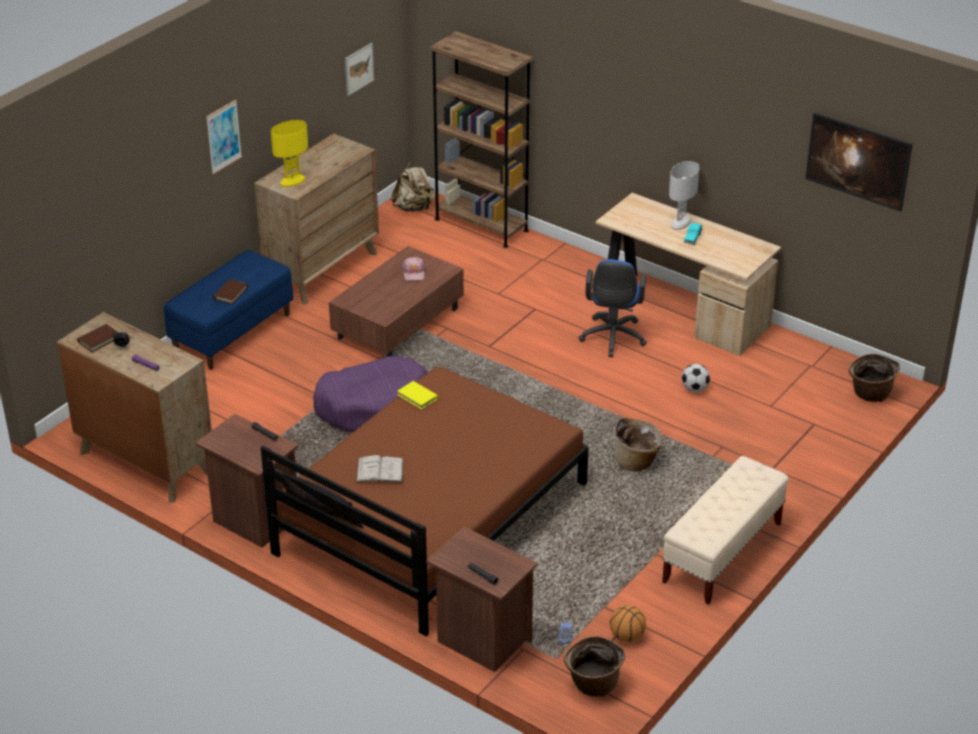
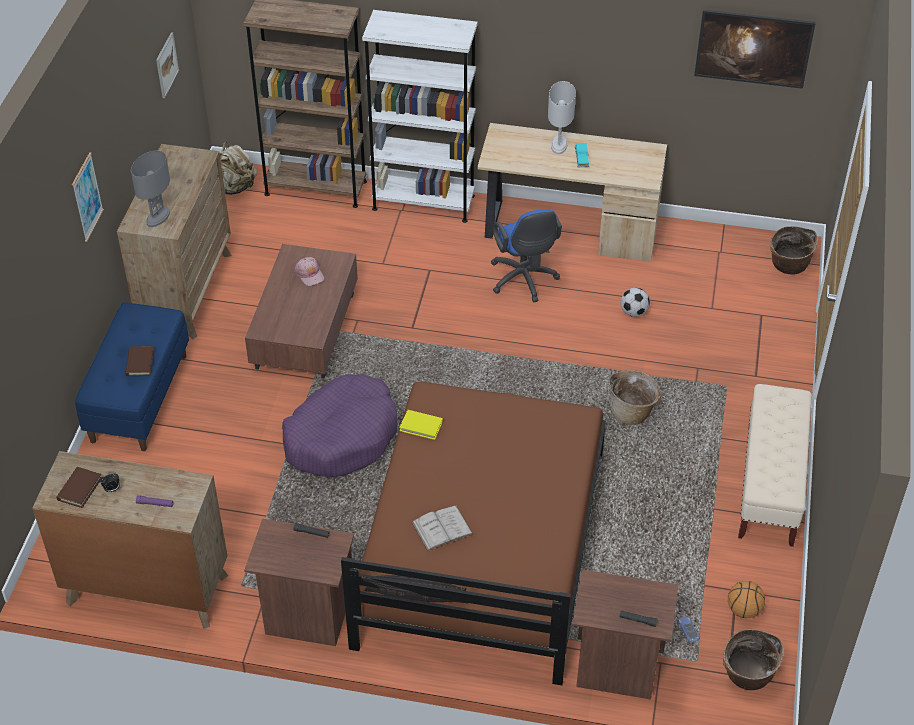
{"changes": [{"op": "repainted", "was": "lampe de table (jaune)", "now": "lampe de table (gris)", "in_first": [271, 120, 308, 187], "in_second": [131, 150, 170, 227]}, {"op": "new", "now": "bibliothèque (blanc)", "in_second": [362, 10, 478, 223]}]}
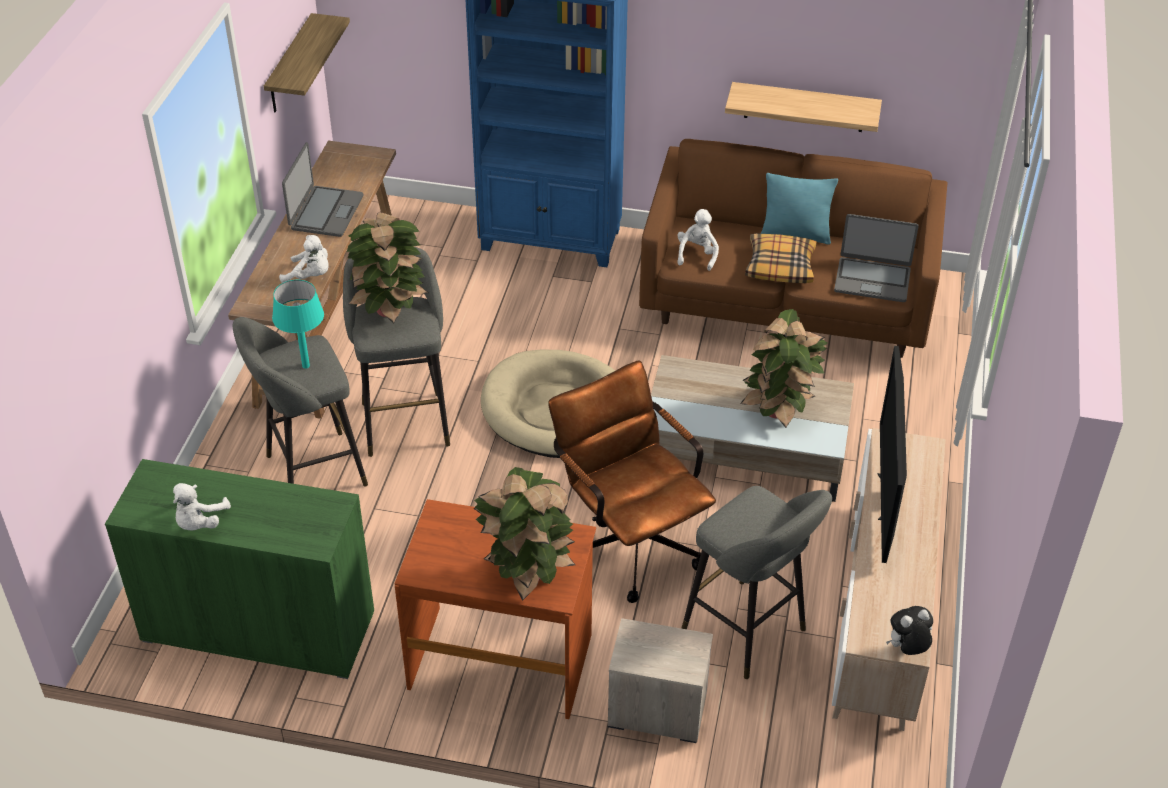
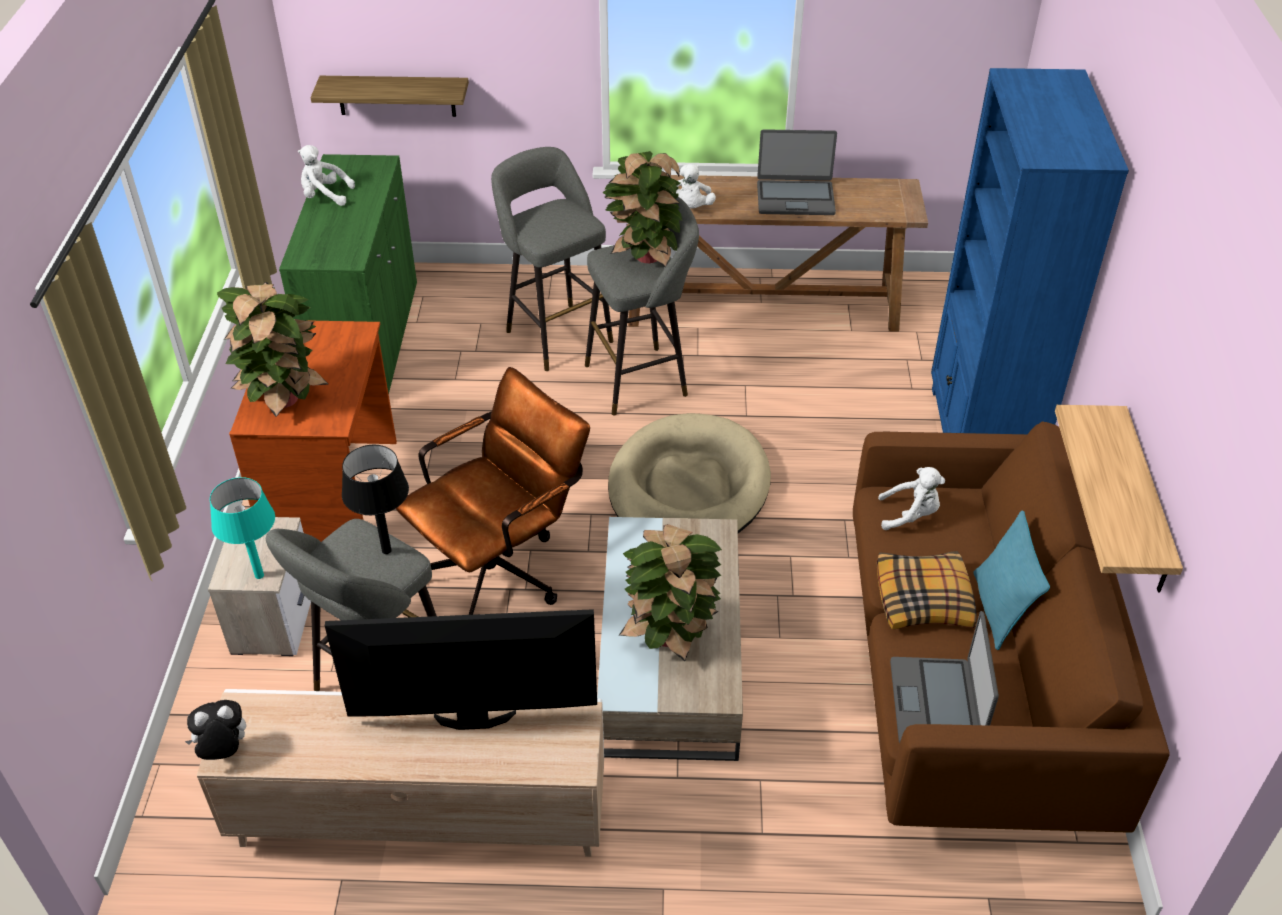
{"changes": [{"op": "shifted", "was": "étagère", "in_first": [264, 13, 350, 112], "in_second": [310, 76, 469, 117]}, {"op": "shifted", "was": "lampe de table (turquoise)", "in_first": [272, 280, 324, 369], "in_second": [210, 477, 275, 579]}, {"op": "rotated", "was": "peluche", "in_first": [886, 606, 933, 655], "in_second": [185, 700, 246, 760], "clockwise": -75}, {"op": "new", "now": "lampe de table (noir)", "in_second": [342, 445, 409, 554]}]}
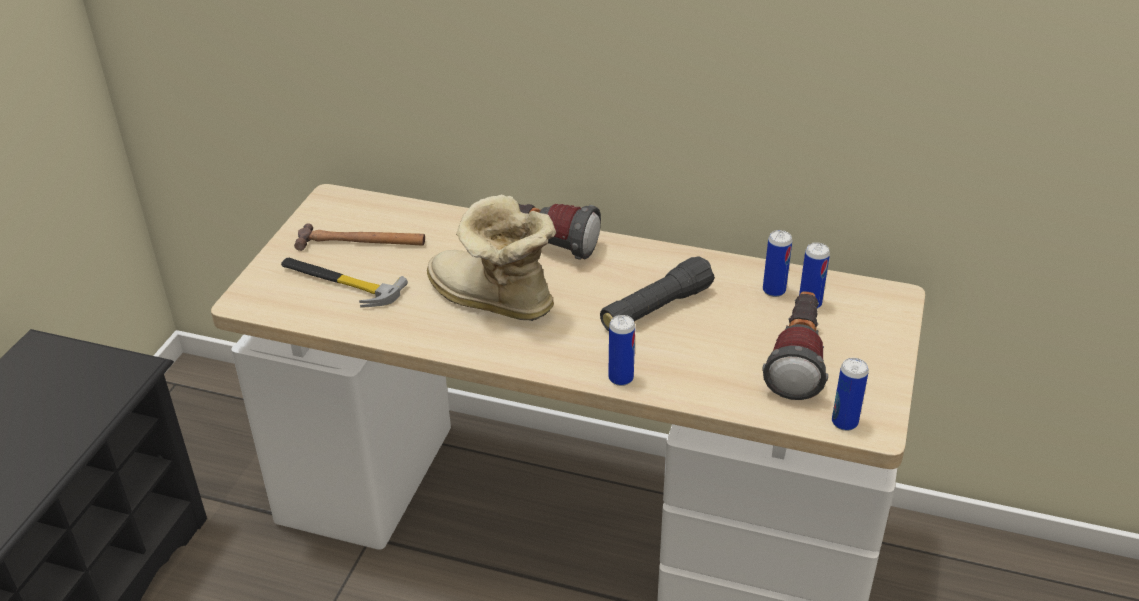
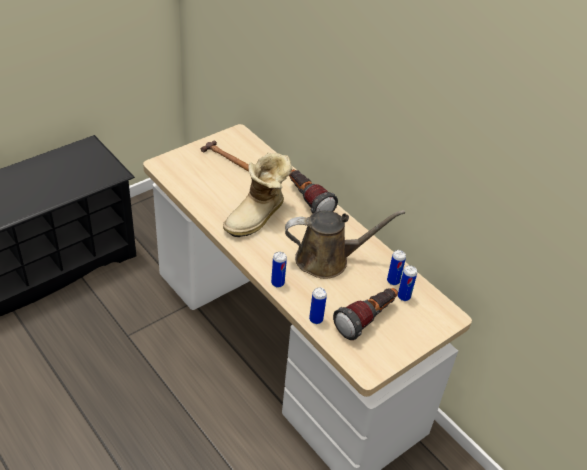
{"changes": [{"op": "rotated", "was": "botte", "in_first": [427, 195, 556, 321], "in_second": [223, 153, 292, 237], "clockwise": -120}, {"op": "swapped", "was": "lampe de poche (noir)", "now": "arrosoir (marron)", "in_first": [600, 256, 715, 331], "in_second": [285, 210, 405, 279]}, {"op": "gone", "was": "marteau", "in_first": [281, 258, 408, 308]}, {"op": "shifted", "was": "boîte métallique", "in_first": [832, 358, 869, 431], "in_second": [309, 288, 327, 324]}]}
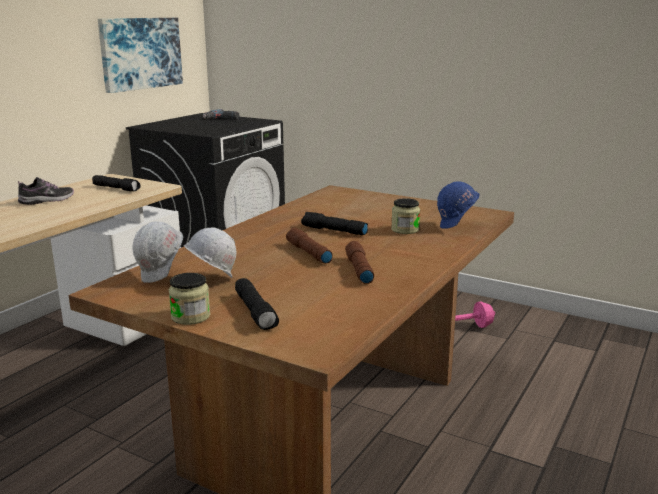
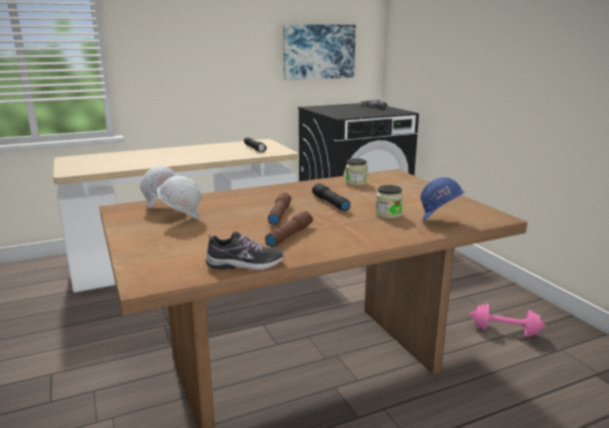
{"changes": [{"op": "shifted", "was": "chaussure", "in_first": [18, 177, 74, 205], "in_second": [206, 231, 284, 270]}, {"op": "shifted", "was": "bocal", "in_first": [169, 273, 210, 325], "in_second": [345, 158, 368, 186]}, {"op": "gone", "was": "lampe de poche (noir)", "in_first": [235, 278, 279, 330]}]}
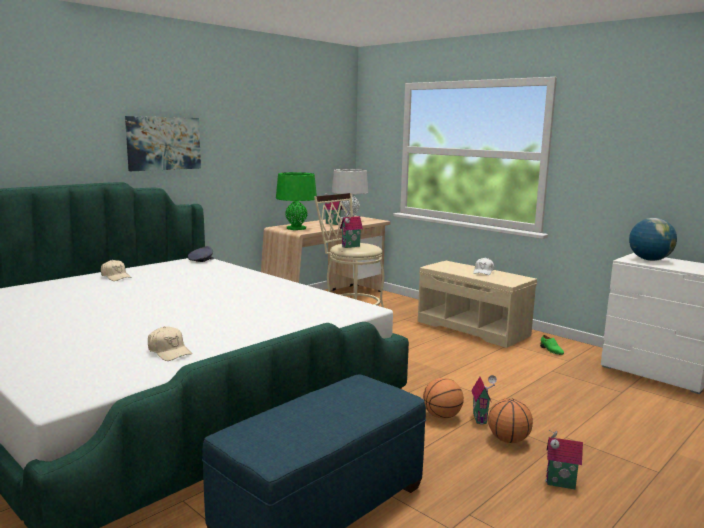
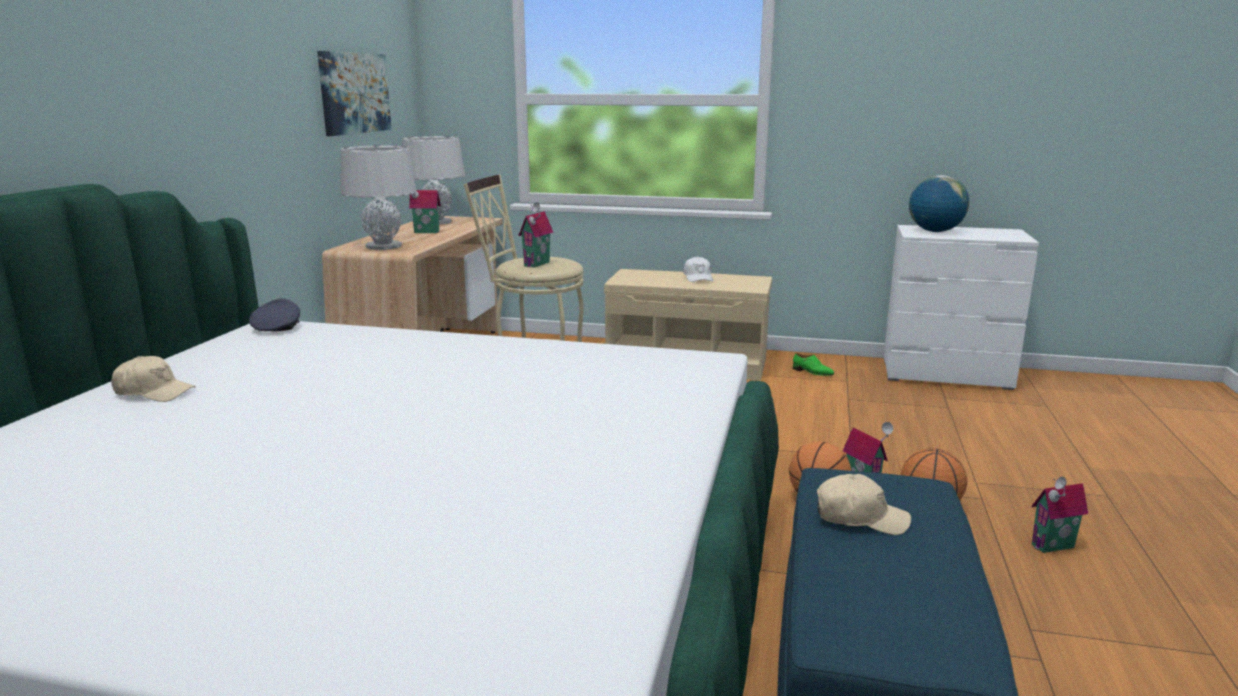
{"changes": [{"op": "shifted", "was": "tableau", "in_first": [125, 116, 201, 171], "in_second": [317, 51, 392, 136]}, {"op": "repainted", "was": "lampe de table (vert)", "now": "lampe de table (gris)", "in_first": [276, 172, 317, 230], "in_second": [340, 145, 416, 250]}, {"op": "shifted", "was": "casquette (beige)", "in_first": [148, 326, 192, 361], "in_second": [817, 474, 911, 535]}]}
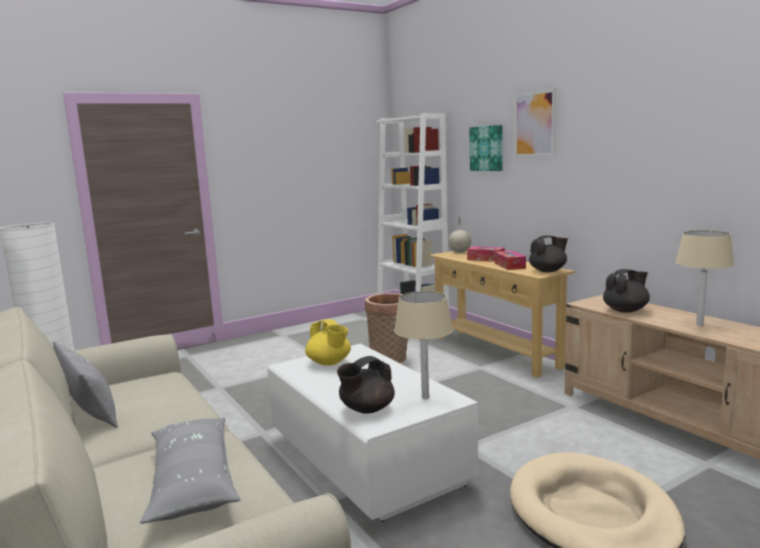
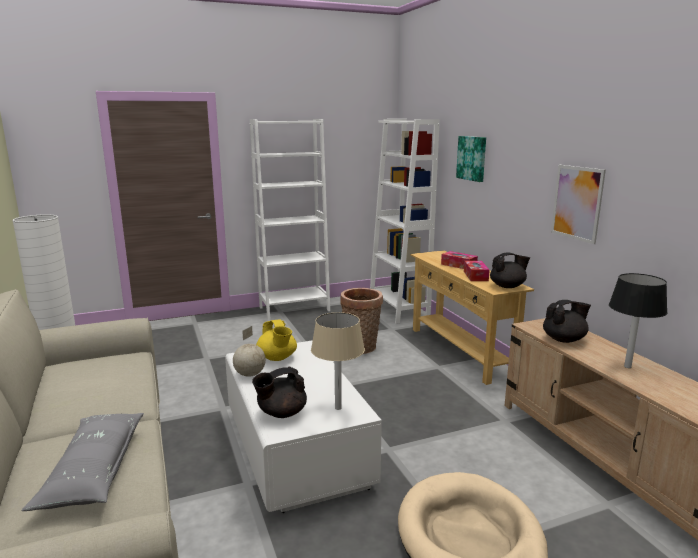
{"changes": [{"op": "shifted", "was": "tableau", "in_first": [514, 89, 556, 157], "in_second": [551, 165, 606, 244]}, {"op": "shifted", "was": "globe", "in_first": [448, 217, 471, 253], "in_second": [233, 326, 266, 377]}, {"op": "repainted", "was": "lampe de table (beige)", "now": "lampe de table (noir)", "in_first": [675, 230, 734, 326], "in_second": [609, 273, 668, 368]}, {"op": "gone", "was": "coussin (gris)", "in_first": [53, 341, 118, 428]}, {"op": "new", "now": "bibliothèque (blanc)", "in_second": [250, 119, 330, 320]}]}
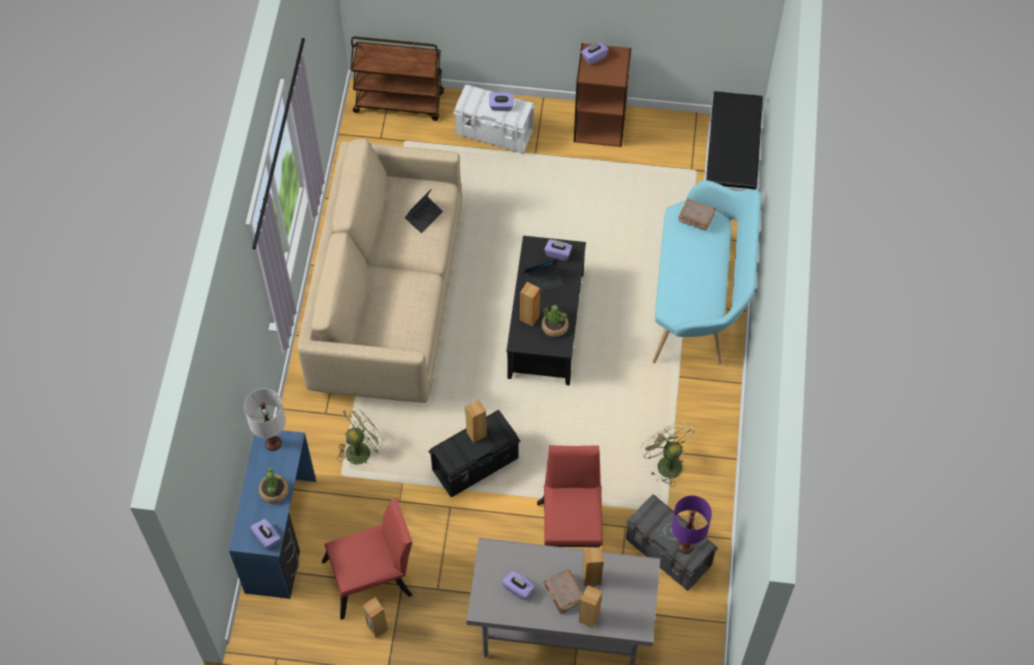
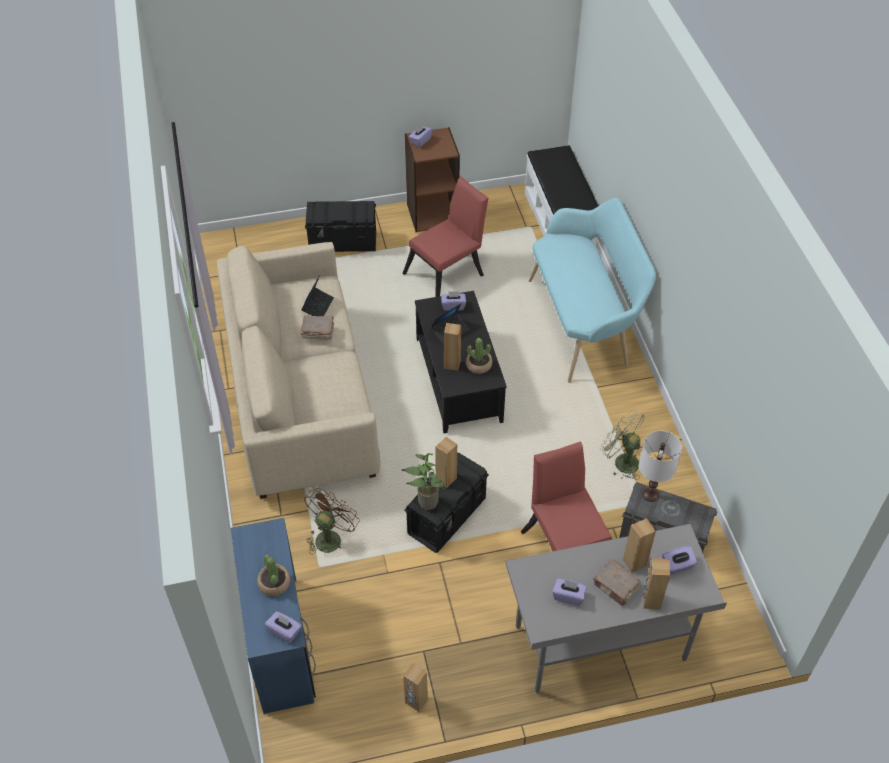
{"changes": [{"op": "gone", "was": "chariot (marron)", "in_first": [350, 36, 444, 121]}, {"op": "repainted", "was": "boîte de rangement (blanc)", "now": "boîte de rangement (noir)", "in_first": [453, 84, 535, 153], "in_second": [305, 201, 376, 252]}, {"op": "shifted", "was": "boîte à mouchoirs (violet)", "in_first": [490, 92, 514, 111], "in_second": [663, 546, 698, 574]}, {"op": "shifted", "was": "livre (marron)", "in_first": [678, 199, 716, 230], "in_second": [300, 316, 334, 340]}, {"op": "shifted", "was": "lampe de table (blanc)", "in_first": [244, 389, 286, 451], "in_second": [639, 431, 682, 502]}, {"op": "repainted", "was": "ventilateur (vert)", "now": "ventilateur (marron)", "in_first": [337, 404, 387, 464], "in_second": [304, 488, 359, 555]}, {"op": "gone", "was": "lampe de table (violet)", "in_first": [671, 495, 712, 554]}, {"op": "shifted", "was": "chaise (rouge)", "in_first": [322, 497, 413, 620], "in_second": [402, 176, 488, 297]}, {"op": "new", "now": "plante en pot", "in_second": [402, 453, 445, 510]}]}
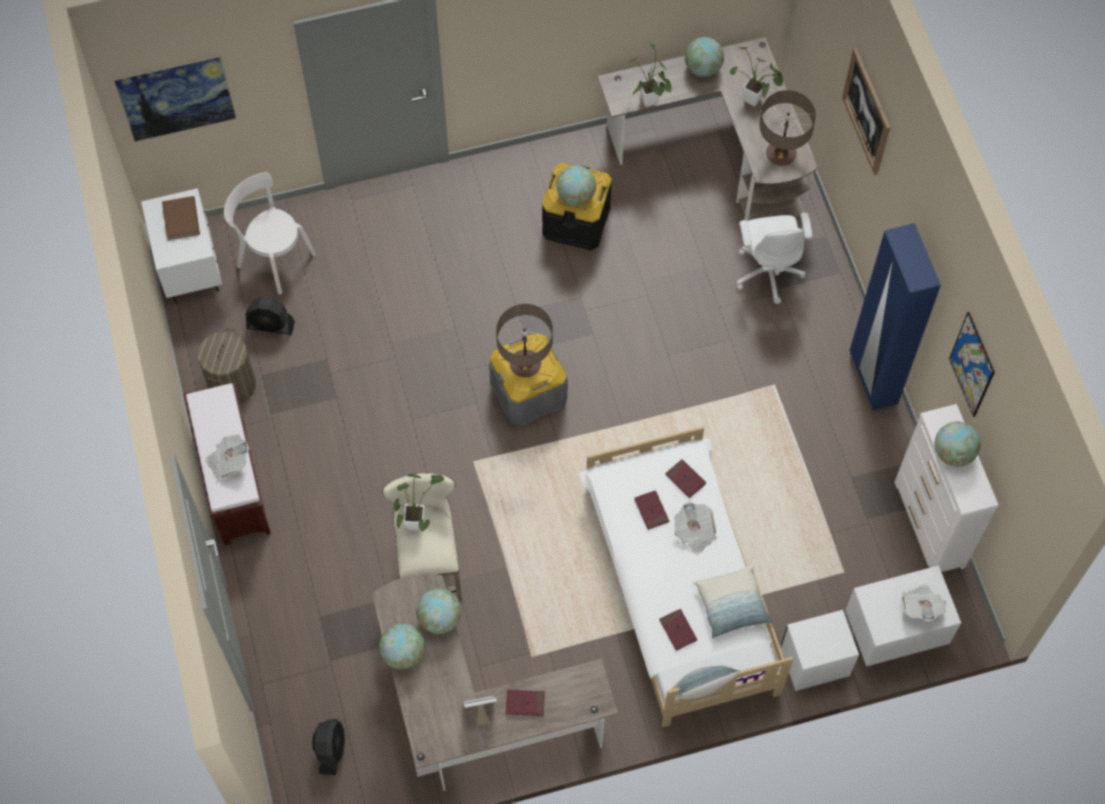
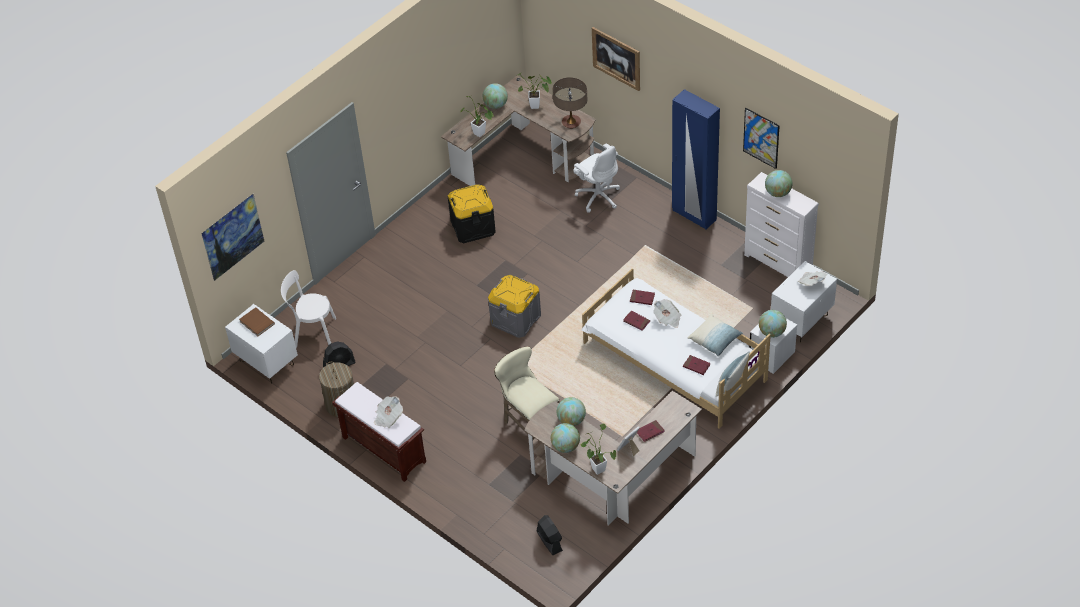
{"changes": [{"op": "shifted", "was": "globe", "in_first": [556, 166, 596, 206], "in_second": [759, 310, 787, 338]}, {"op": "gone", "was": "lampe de table", "in_first": [496, 304, 553, 377]}, {"op": "shifted", "was": "plante en pot", "in_first": [394, 474, 445, 532], "in_second": [581, 424, 616, 475]}]}
